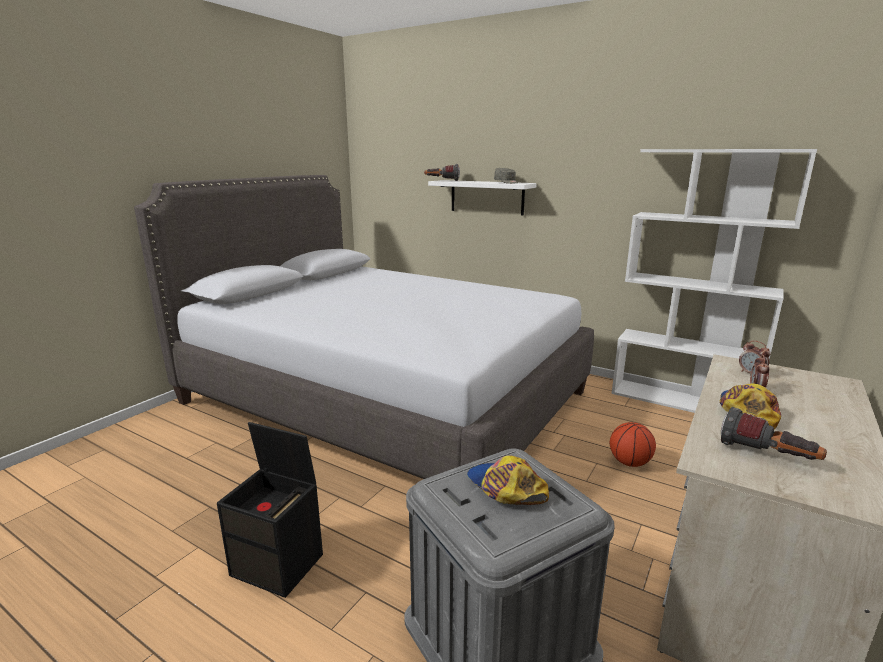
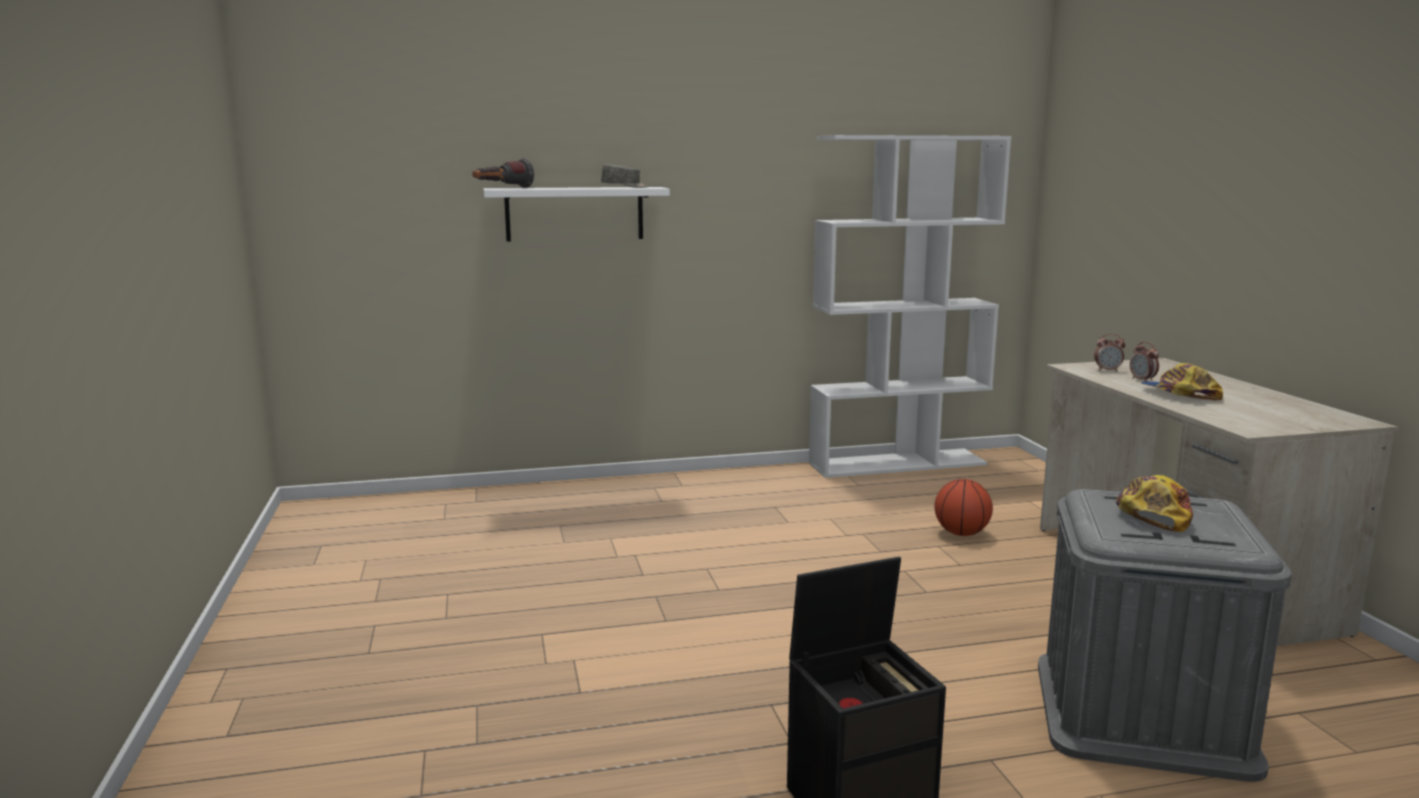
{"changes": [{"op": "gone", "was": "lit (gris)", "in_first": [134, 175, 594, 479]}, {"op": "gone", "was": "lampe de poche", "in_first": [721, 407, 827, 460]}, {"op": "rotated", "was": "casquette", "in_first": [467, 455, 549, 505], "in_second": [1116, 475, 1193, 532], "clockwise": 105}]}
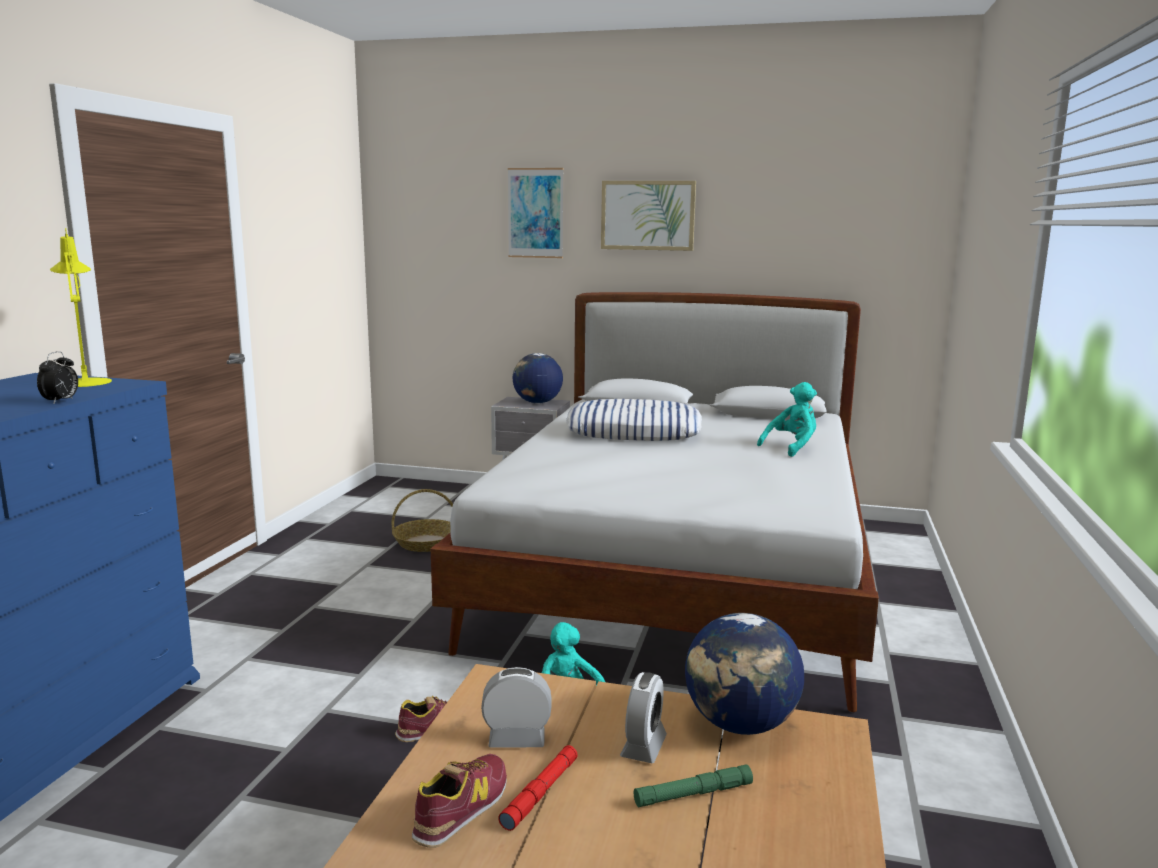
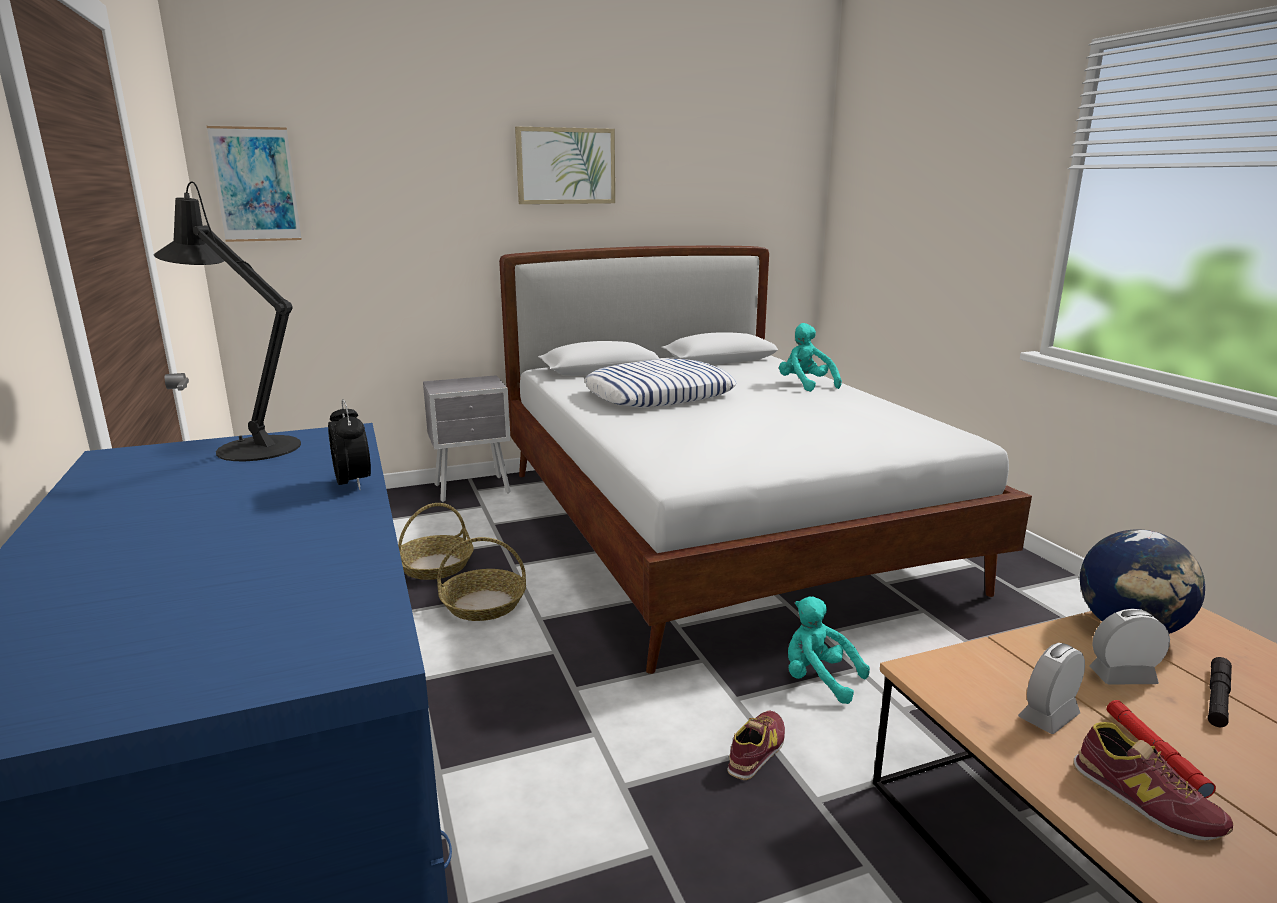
{"changes": [{"op": "shifted", "was": "tableau", "in_first": [508, 168, 563, 258], "in_second": [207, 126, 302, 242]}, {"op": "repainted", "was": "lampe de table (jaune)", "now": "lampe de table (noir)", "in_first": [50, 228, 112, 387], "in_second": [154, 181, 301, 461]}, {"op": "gone", "was": "globe", "in_first": [513, 353, 563, 404]}, {"op": "rotated", "was": "peluche (turquoise)", "in_first": [757, 382, 817, 457], "in_second": [779, 323, 842, 392], "clockwise": -45}, {"op": "rotated", "was": "réveil", "in_first": [620, 672, 667, 763], "in_second": [1089, 609, 1170, 685], "clockwise": -75}, {"op": "rotated", "was": "chaussure", "in_first": [411, 754, 507, 848], "in_second": [1073, 722, 1233, 841], "clockwise": 150}, {"op": "repainted", "was": "lampe de poche (vert)", "now": "lampe de poche (noir)", "in_first": [634, 764, 753, 807], "in_second": [1208, 657, 1232, 727]}, {"op": "new", "now": "panier", "in_second": [437, 537, 526, 621]}]}
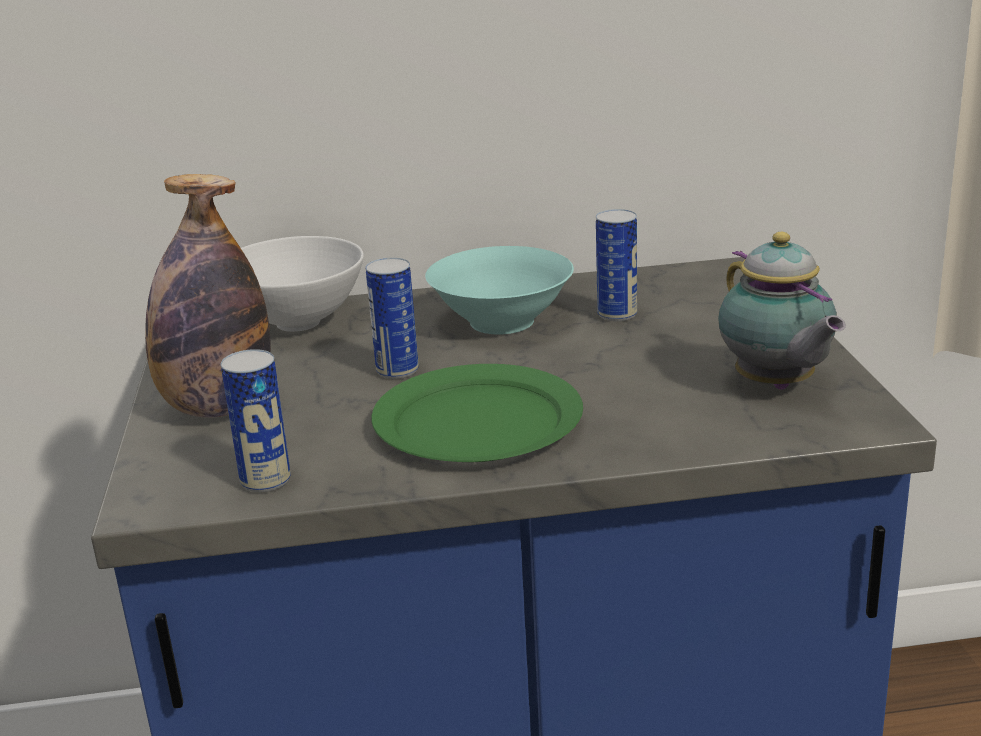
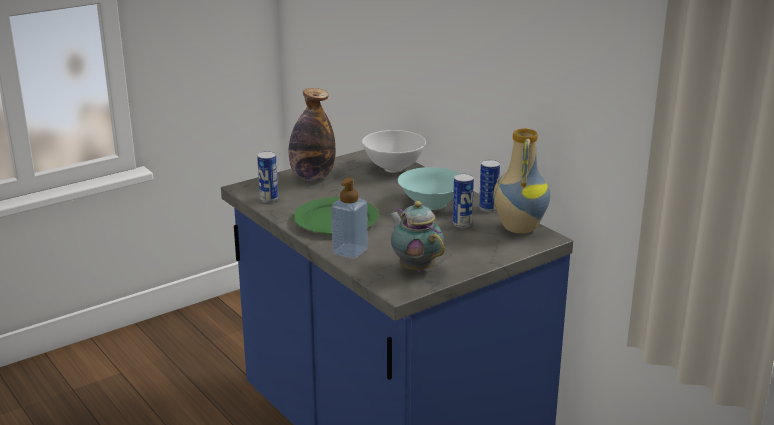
{"changes": [{"op": "rotated", "was": "théière", "in_first": [718, 232, 846, 390], "in_second": [389, 201, 445, 272], "clockwise": 105}, {"op": "shifted", "was": "boîte métallique", "in_first": [365, 258, 419, 379], "in_second": [479, 160, 500, 212]}, {"op": "new", "now": "vase", "in_second": [493, 128, 550, 234]}, {"op": "new", "now": "distributeur de savon", "in_second": [331, 178, 368, 259]}]}
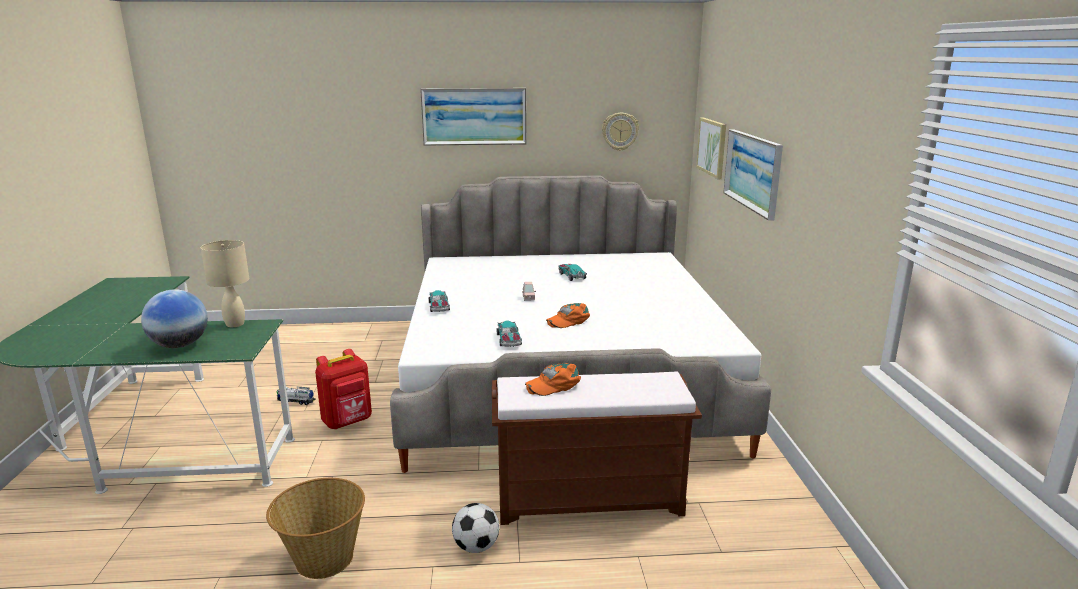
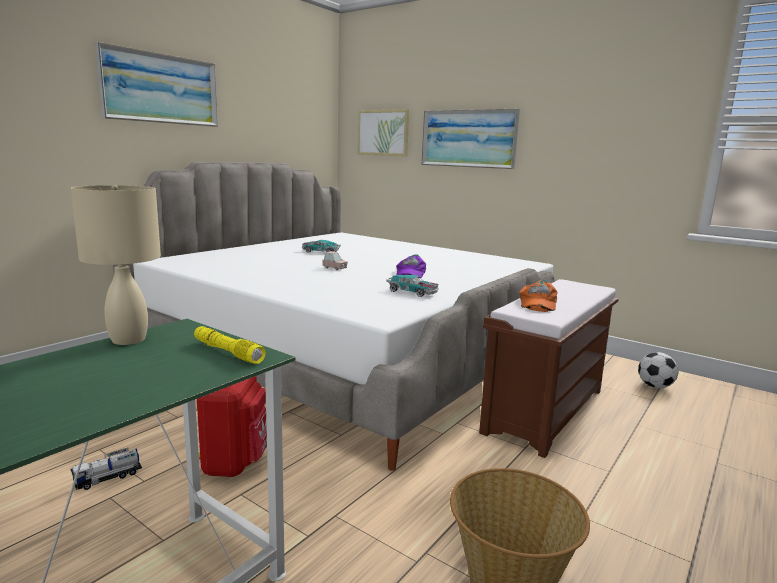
{"changes": [{"op": "gone", "was": "horloge murale", "in_first": [602, 113, 639, 151]}, {"op": "gone", "was": "globe", "in_first": [141, 289, 208, 348]}, {"op": "gone", "was": "petite voiture", "in_first": [428, 290, 450, 312]}, {"op": "repainted", "was": "casquette (orange)", "now": "casquette (violet)", "in_first": [546, 303, 590, 328], "in_second": [396, 254, 426, 278]}, {"op": "shifted", "was": "ballon de foot", "in_first": [452, 503, 500, 553], "in_second": [638, 352, 678, 388]}, {"op": "new", "now": "lampe de poche (jaune)", "in_second": [194, 326, 266, 364]}]}
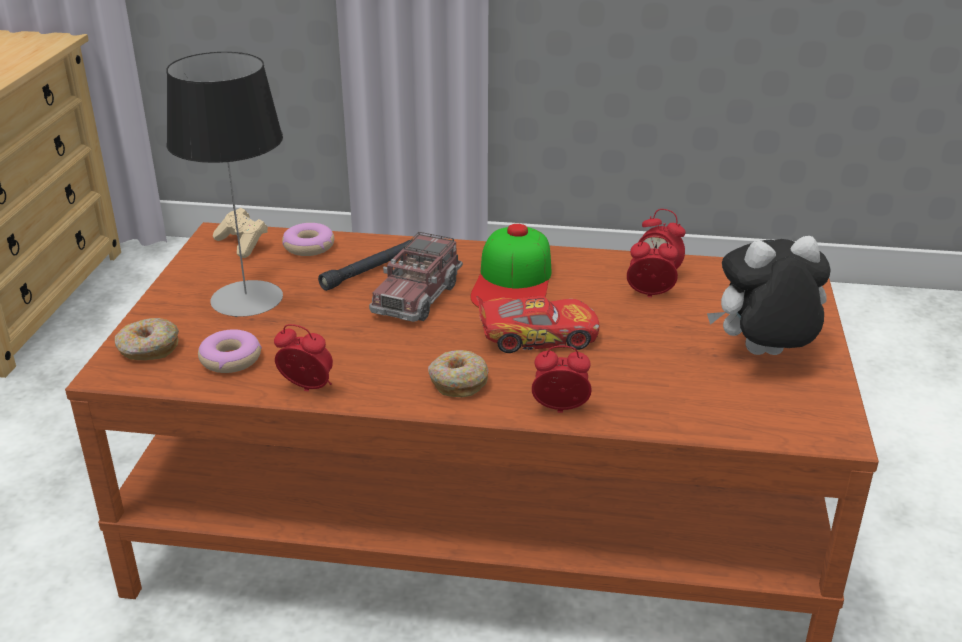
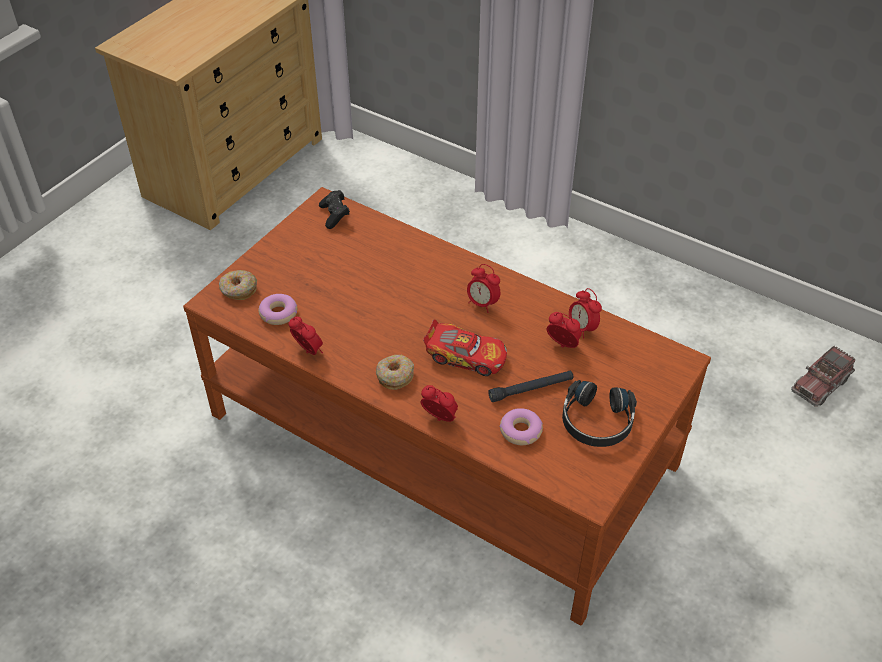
{"changes": [{"op": "gone", "was": "lampe de table", "in_first": [166, 52, 283, 317]}, {"op": "repainted", "was": "manette (beige)", "now": "manette (noir)", "in_first": [213, 208, 268, 258], "in_second": [319, 190, 350, 229]}, {"op": "shifted", "was": "beignet", "in_first": [282, 223, 334, 256], "in_second": [499, 408, 543, 445]}, {"op": "swapped", "was": "casquette", "now": "réveil", "in_first": [471, 224, 552, 308], "in_second": [467, 264, 500, 313]}, {"op": "shifted", "was": "camion jouet", "in_first": [369, 232, 463, 322], "in_second": [791, 346, 855, 407]}, {"op": "swapped", "was": "peluche", "now": "casque audio (noir)", "in_first": [707, 236, 831, 355], "in_second": [562, 380, 637, 447]}, {"op": "shifted", "was": "lampe de poche (noir)", "in_first": [318, 240, 412, 291], "in_second": [488, 371, 573, 402]}]}
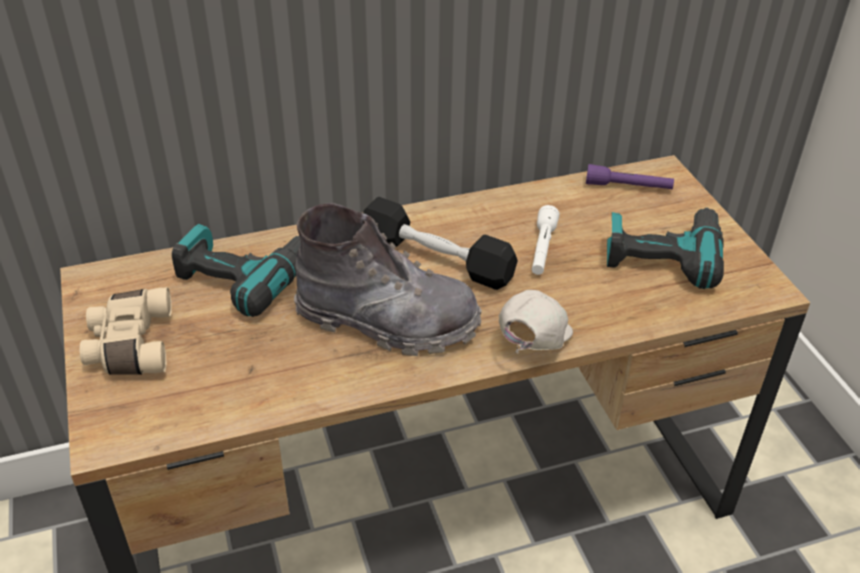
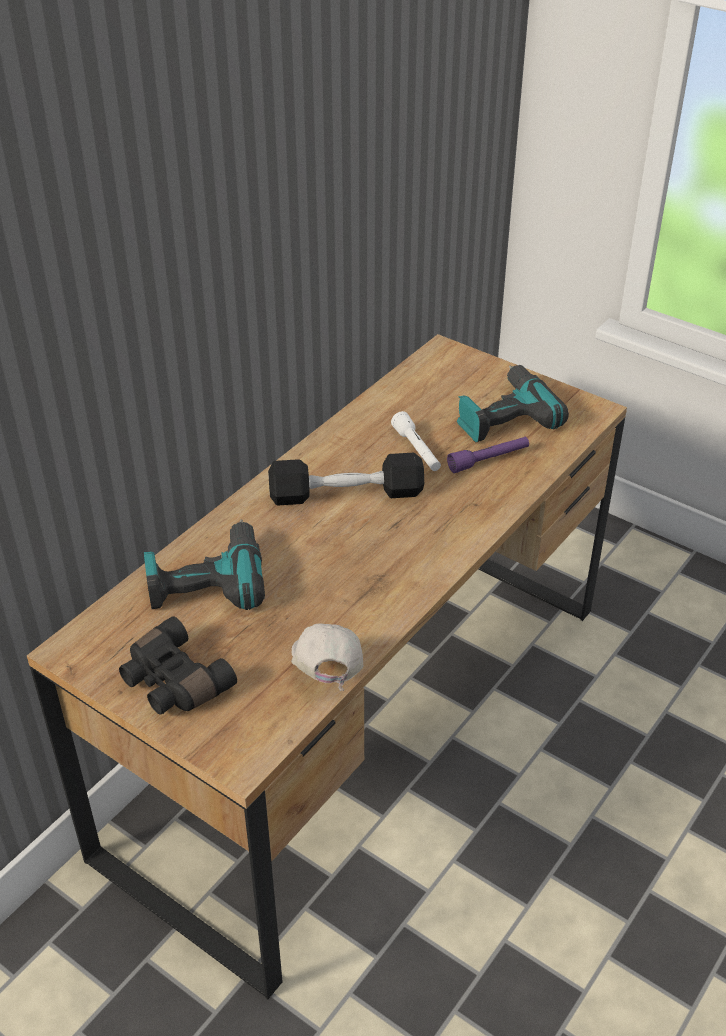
{"changes": [{"op": "shifted", "was": "lampe de poche (violet)", "in_first": [586, 164, 674, 189], "in_second": [447, 437, 529, 473]}, {"op": "gone", "was": "botte (gris)", "in_first": [294, 203, 482, 356]}, {"op": "repainted", "was": "jumelles (beige)", "now": "jumelles (noir)", "in_first": [80, 287, 172, 374], "in_second": [119, 616, 237, 715]}, {"op": "shifted", "was": "casquette (blanc)", "in_first": [499, 290, 573, 353], "in_second": [291, 623, 363, 691]}]}
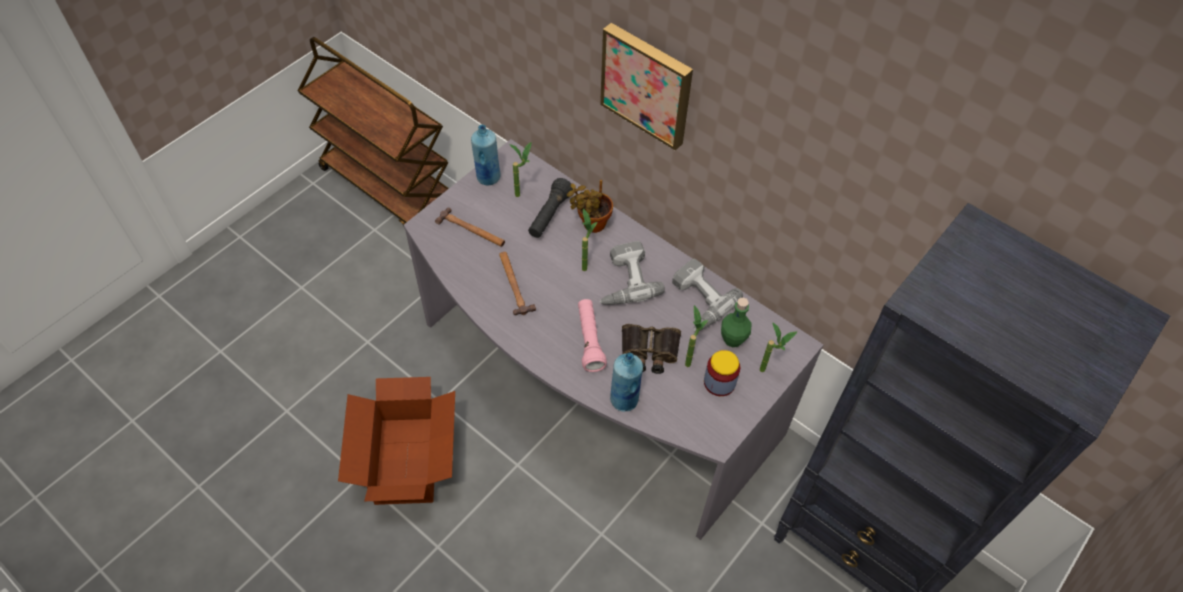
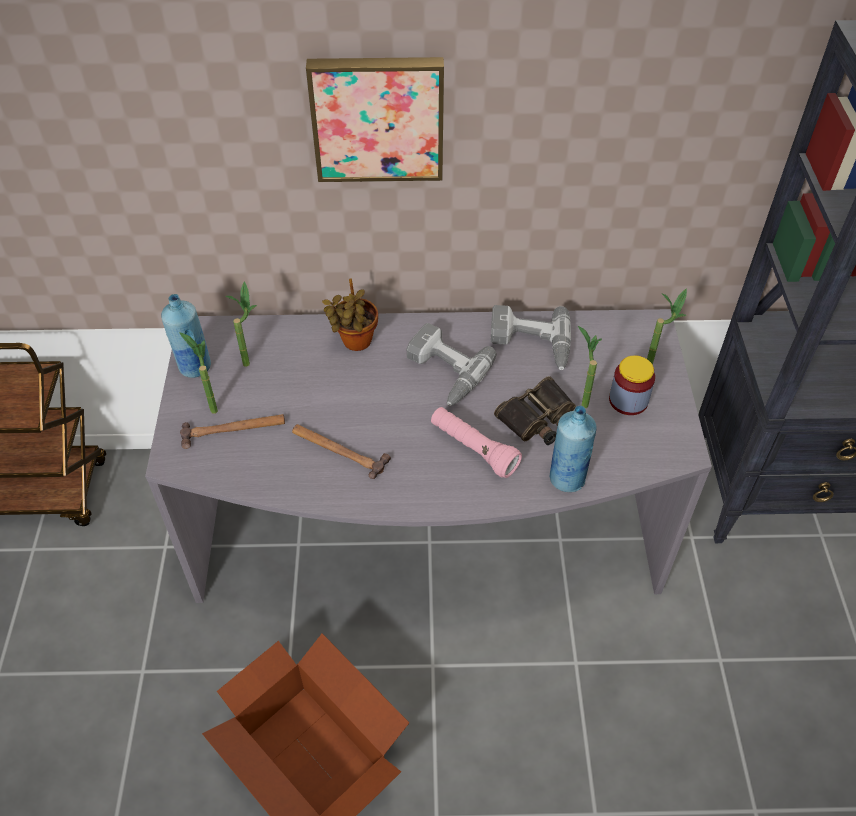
{"changes": [{"op": "gone", "was": "lampe de poche (noir)", "in_first": [528, 178, 573, 238]}, {"op": "shifted", "was": "plante en pot", "in_first": [582, 208, 597, 271], "in_second": [179, 332, 218, 414]}, {"op": "gone", "was": "bouteille (vert)", "in_first": [721, 297, 751, 347]}]}
